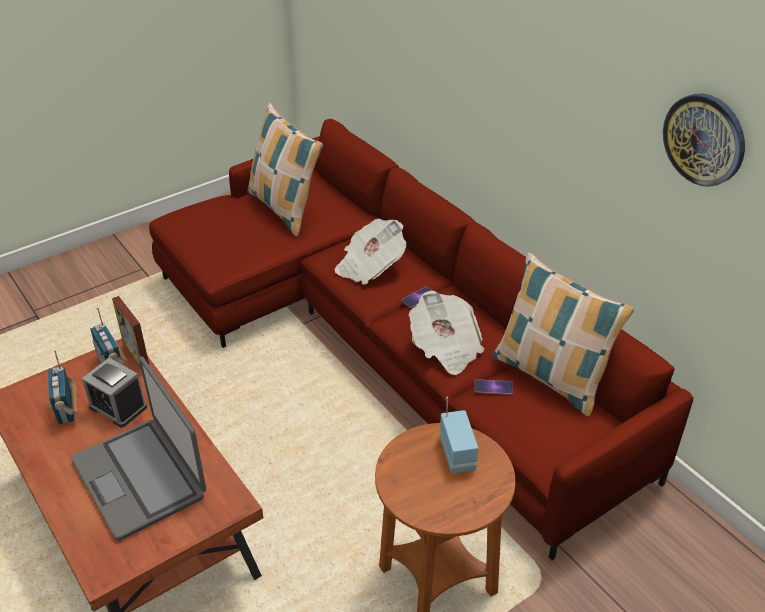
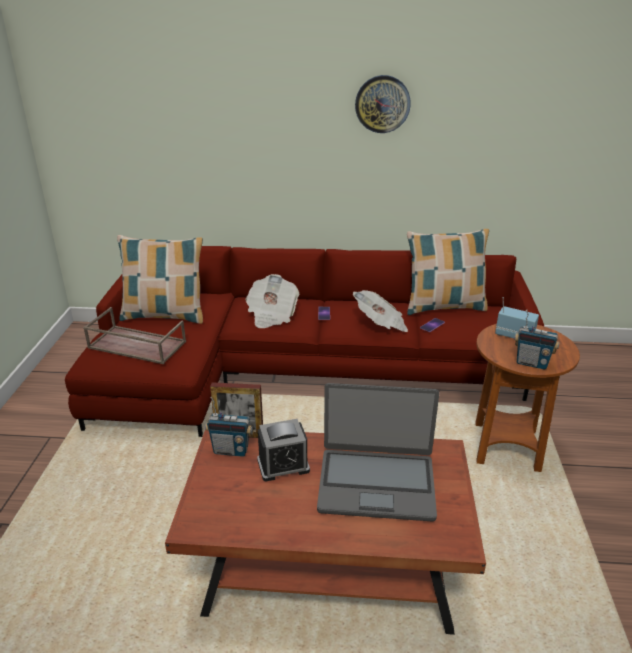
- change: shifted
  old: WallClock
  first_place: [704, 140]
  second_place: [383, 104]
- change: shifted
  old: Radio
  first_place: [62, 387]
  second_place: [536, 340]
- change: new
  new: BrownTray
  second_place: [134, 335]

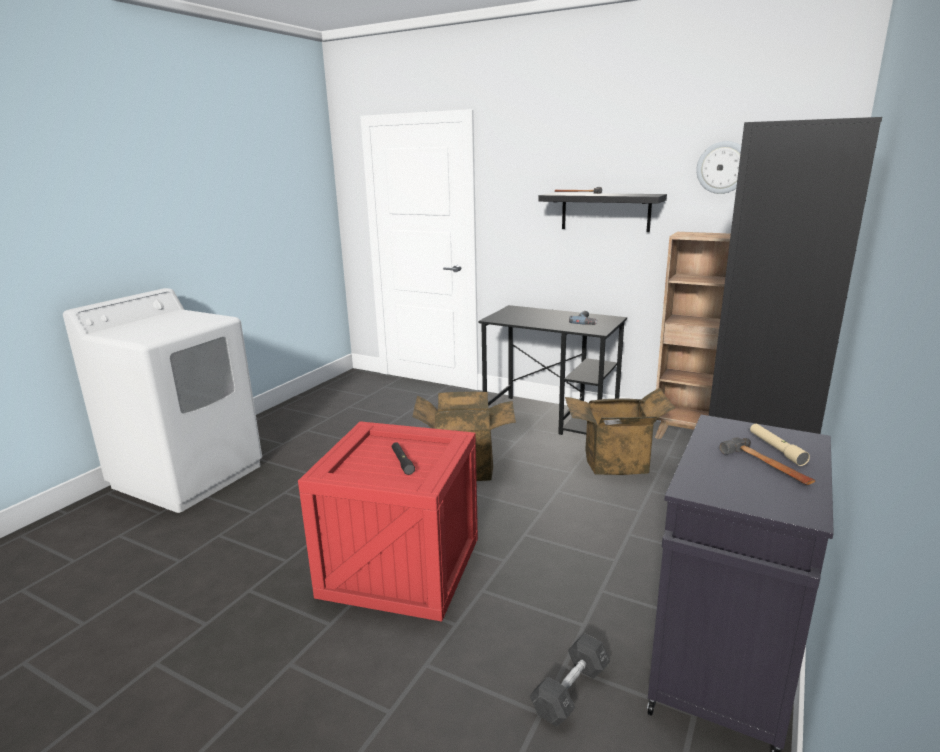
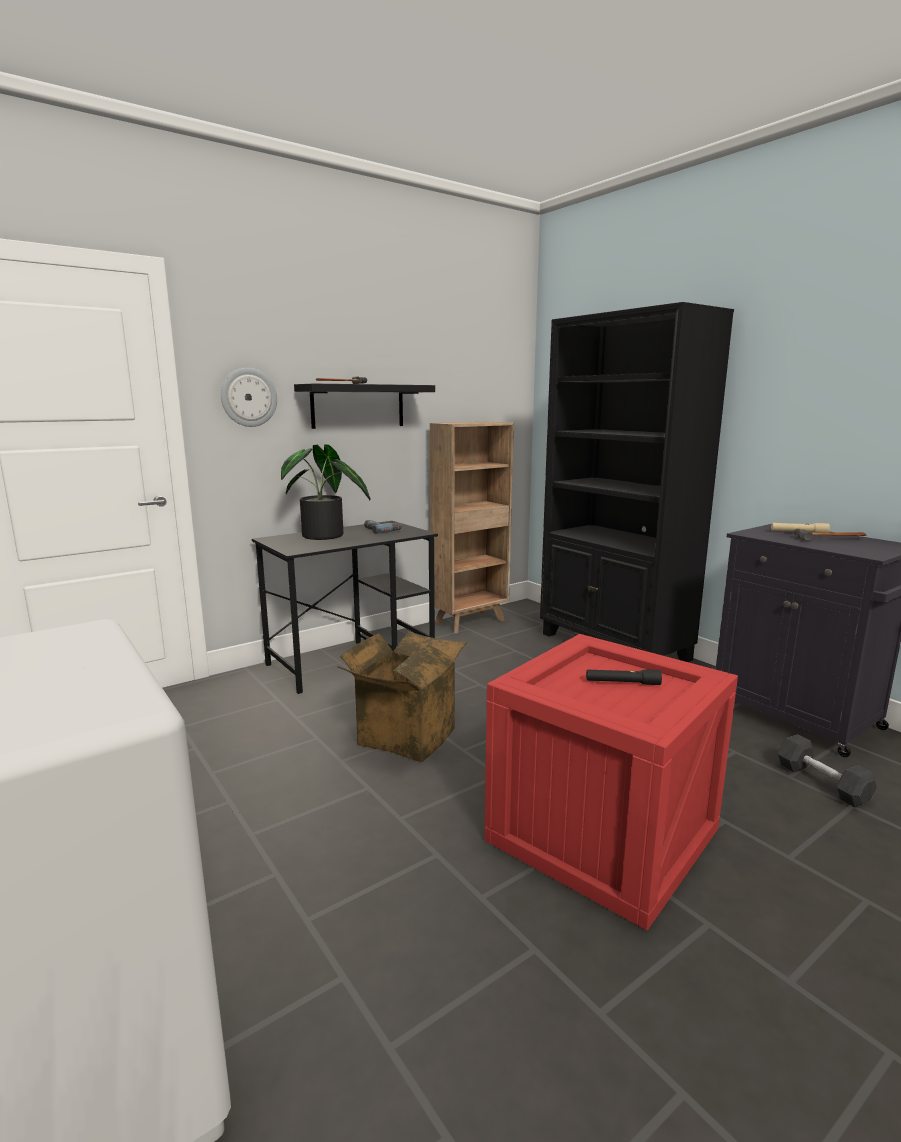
- change: shifted
  old: WallClock
  first_place: [718, 167]
  second_place: [249, 397]
- change: gone
  old: CardboardBox
  first_place: [620, 431]
- change: new
  new: PottedPlant
  second_place: [325, 492]

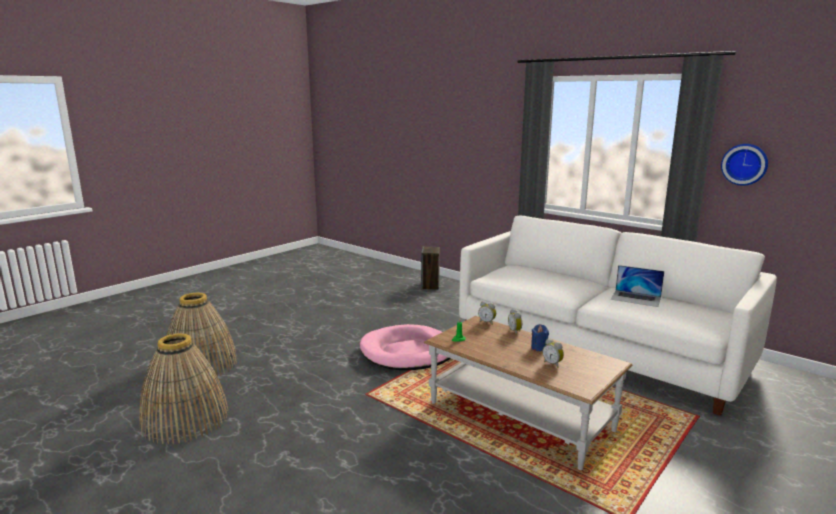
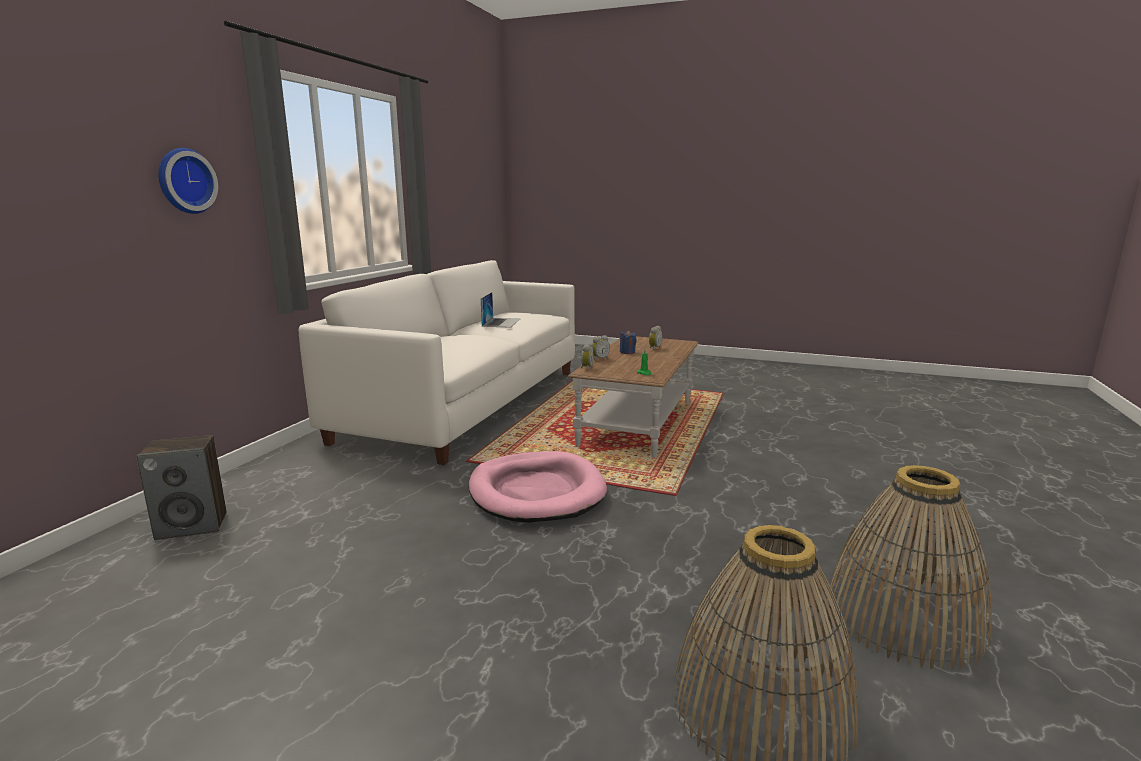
- change: shifted
  old: WallClock
  first_place: [744, 165]
  second_place: [188, 181]

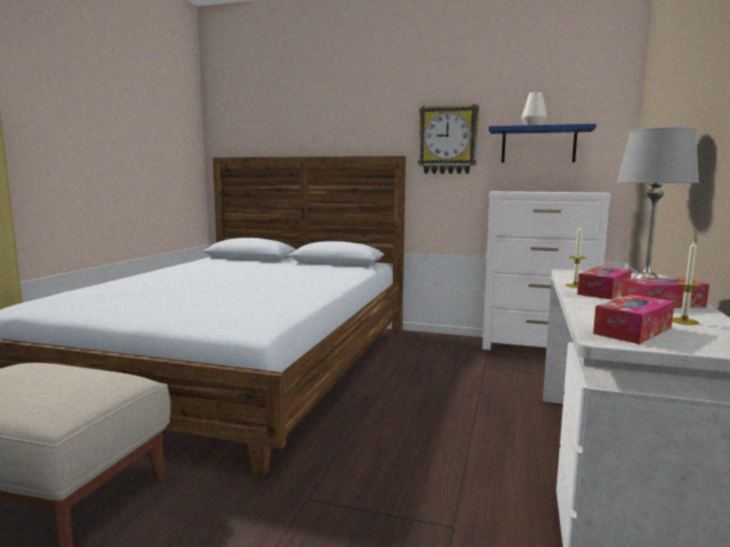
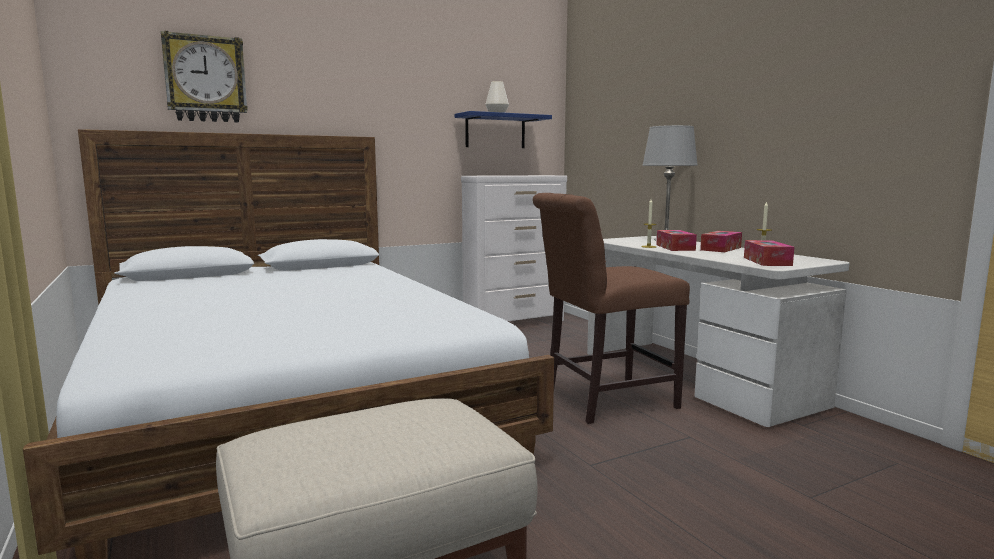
- change: shifted
  old: WallClock
  first_place: [448, 139]
  second_place: [204, 77]
- change: new
  new: BrownChair
  second_place: [611, 308]

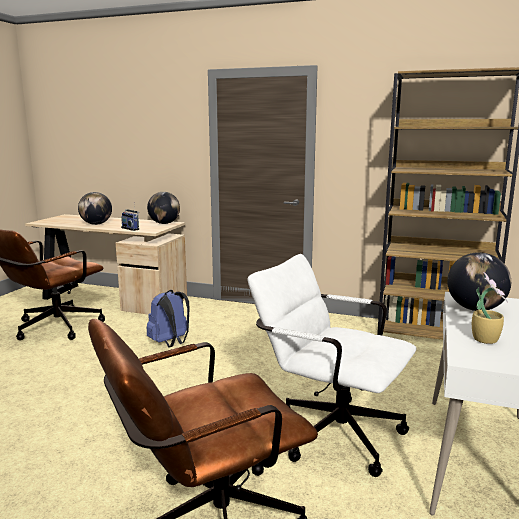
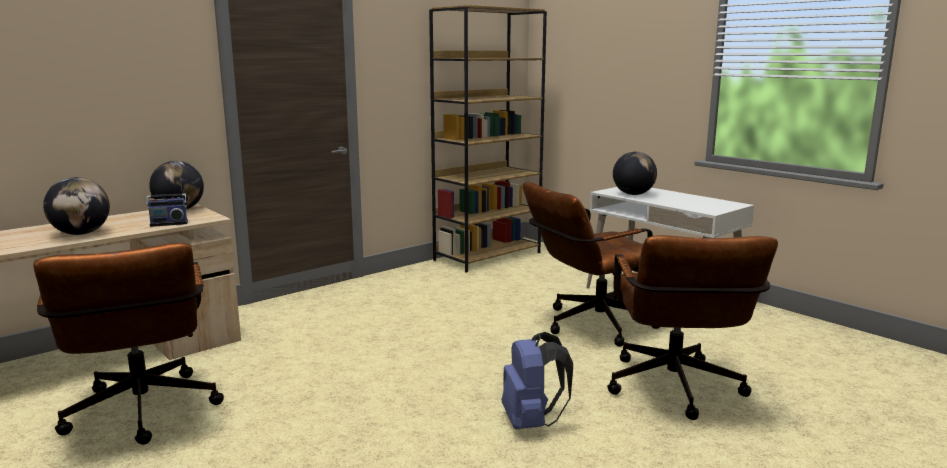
- change: repainted
  old: WhiteOfficeChair
  new: BrownOfficeChair
  first_place: [332, 365]
  second_place: [591, 264]
- change: gone
  old: PottedPlant
  first_place: [490, 308]
- change: shifted
  old: BlueBackpack
  first_place: [168, 319]
  second_place: [537, 380]

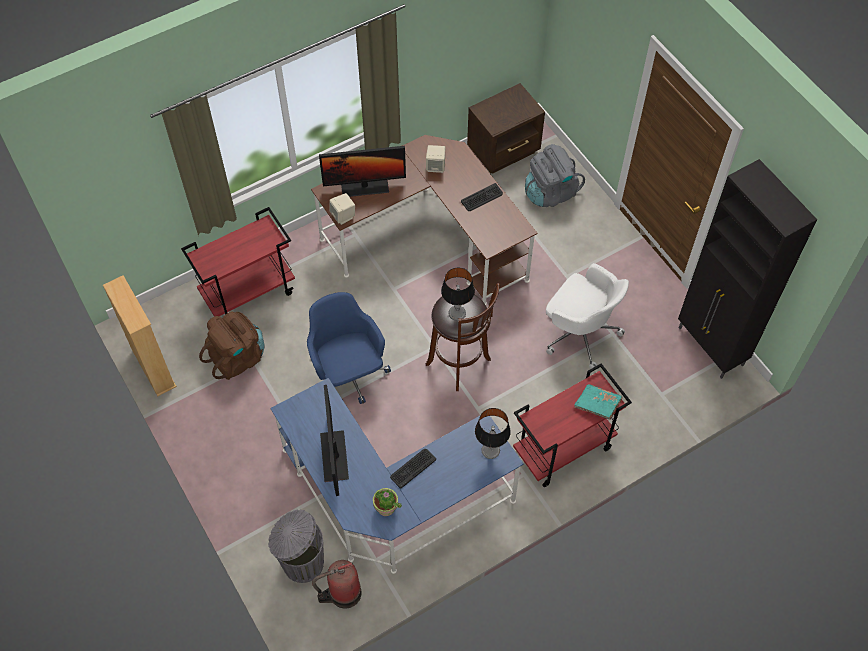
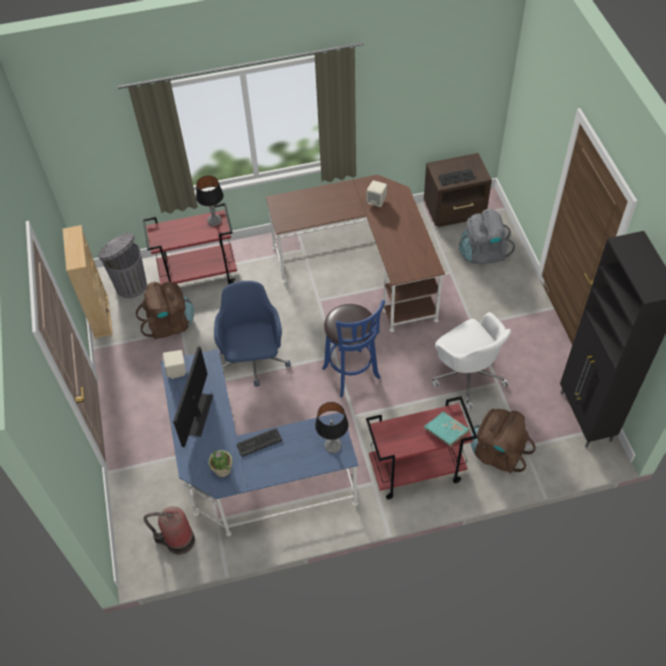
- change: gone
  old: Monitor
  first_place: [362, 171]
- change: shifted
  old: Keyboard
  first_place: [482, 197]
  second_place: [456, 177]
- change: shifted
  old: BeigeSpeaker
  first_place: [342, 209]
  second_place: [174, 364]
- change: shifted
  old: TableLamp
  first_place: [458, 294]
  second_place: [210, 200]
- change: repainted
  old: BrownStool
  new: BlueStool
  first_place: [463, 337]
  second_place: [353, 348]
- change: shifted
  old: GreyTrashCan
  first_place: [296, 546]
  second_place: [122, 265]
- change: new
  new: BrownBackpack
  second_place: [503, 441]

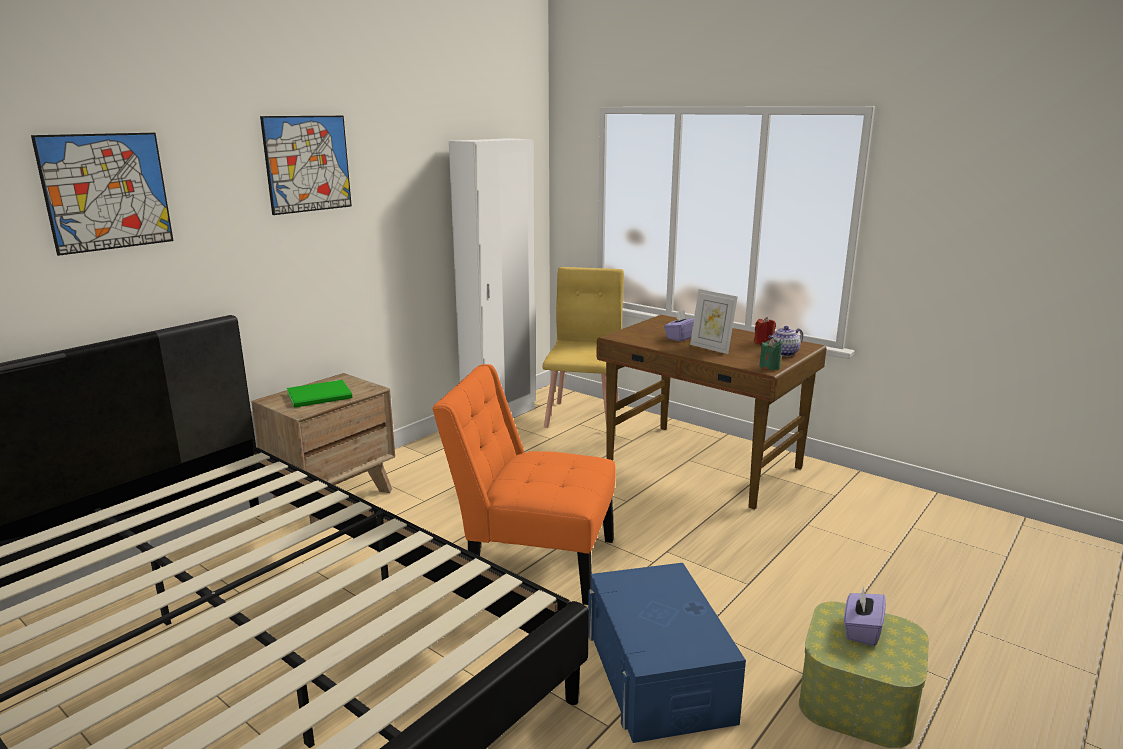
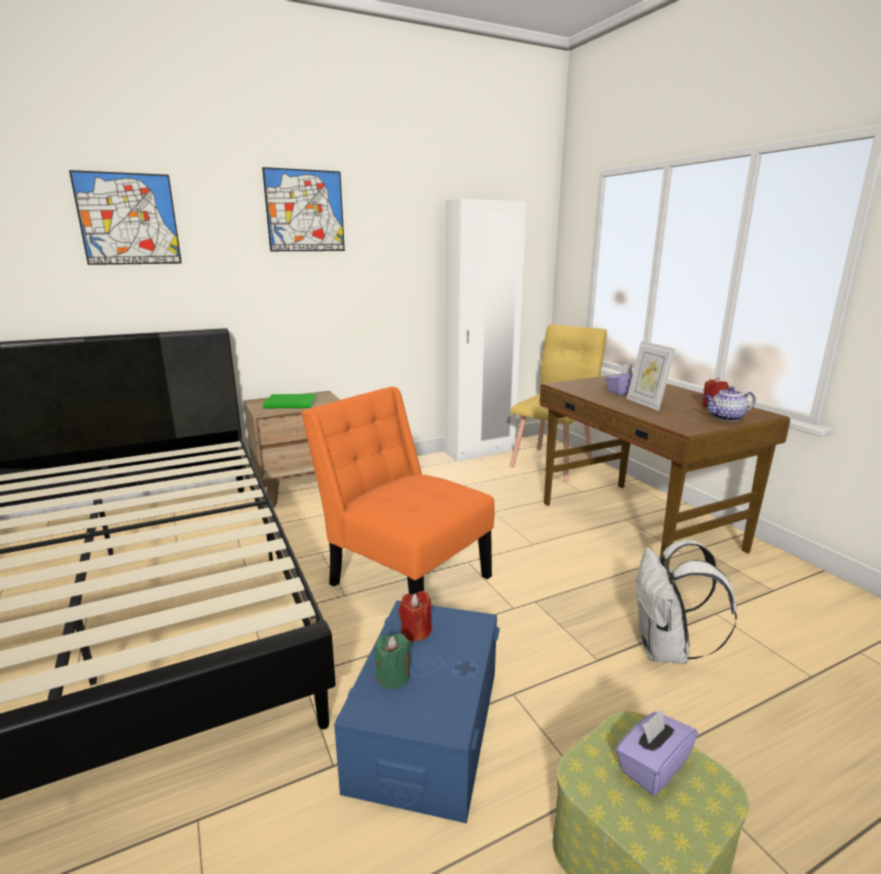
- change: shifted
  old: GreenCandle
  first_place: [770, 354]
  second_place: [392, 661]
- change: new
  new: WhiteBackpack
  second_place: [686, 602]
- change: new
  new: RedCandle
  second_place: [415, 616]

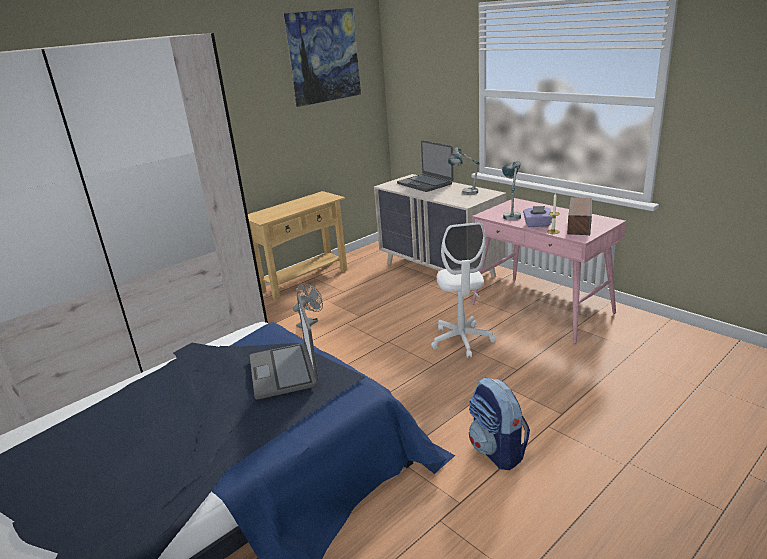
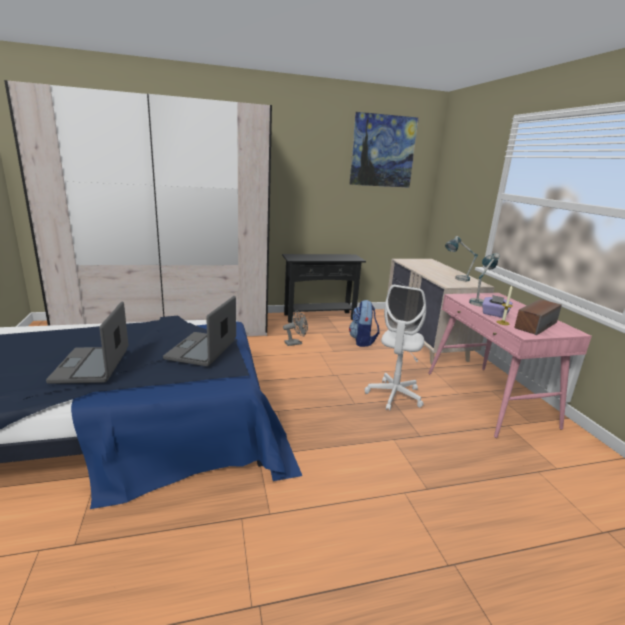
- change: shifted
  old: Laptop
  first_place: [425, 166]
  second_place: [87, 342]
- change: repainted
  old: BeigeConsoleTable
  new: BlackConsoleTable
  first_place: [297, 246]
  second_place: [324, 288]
- change: shifted
  old: Backpack
  first_place: [499, 423]
  second_place: [364, 323]

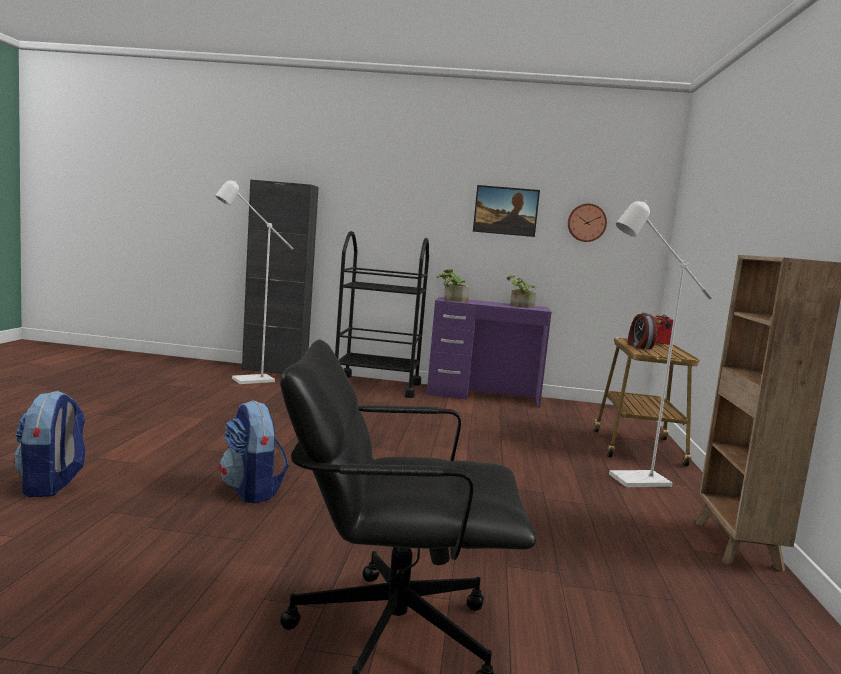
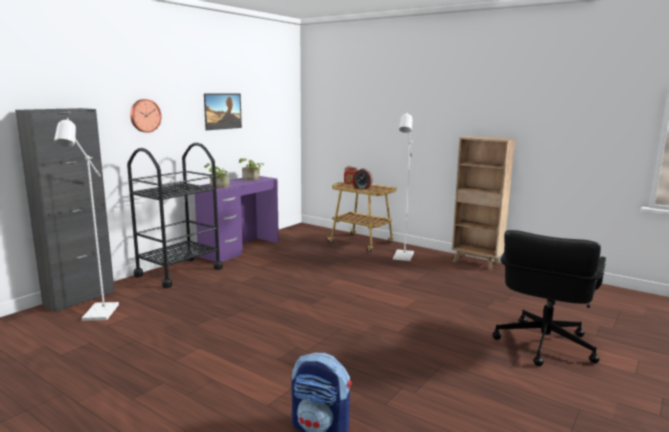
- change: shifted
  old: WallClock
  first_place: [587, 222]
  second_place: [145, 116]
- change: gone
  old: Backpack
  first_place: [254, 451]

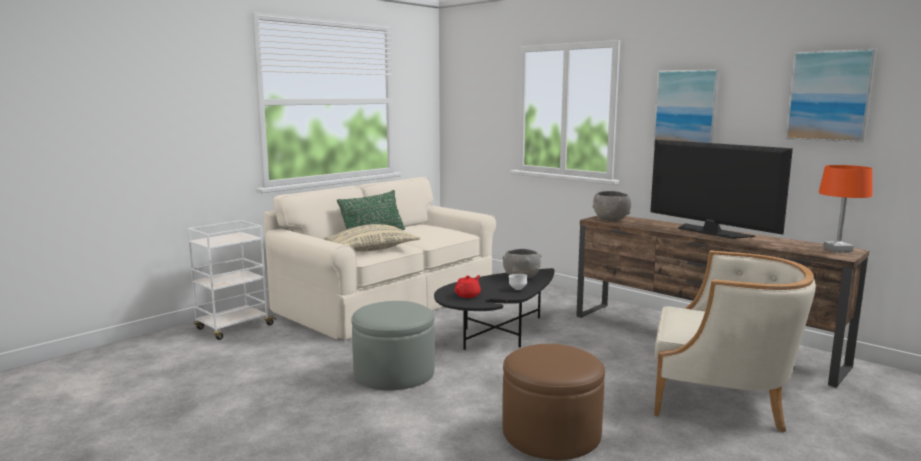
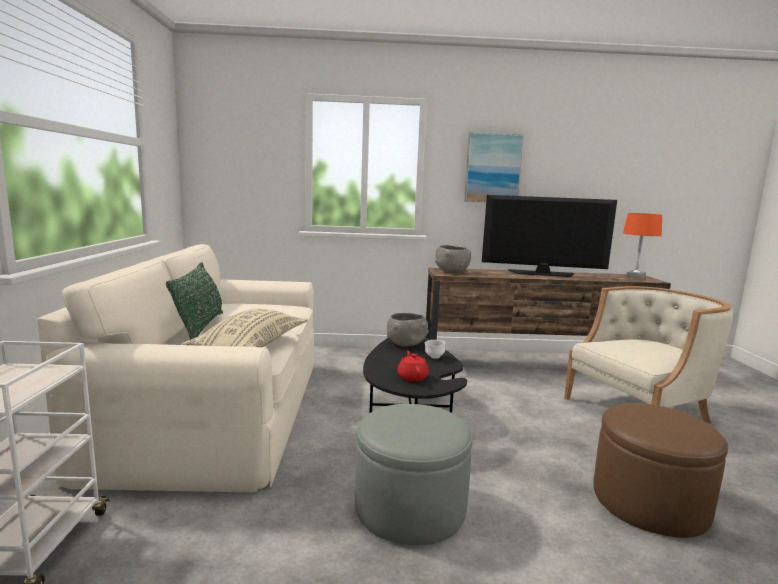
- change: gone
  old: Picture
  first_place: [830, 95]

